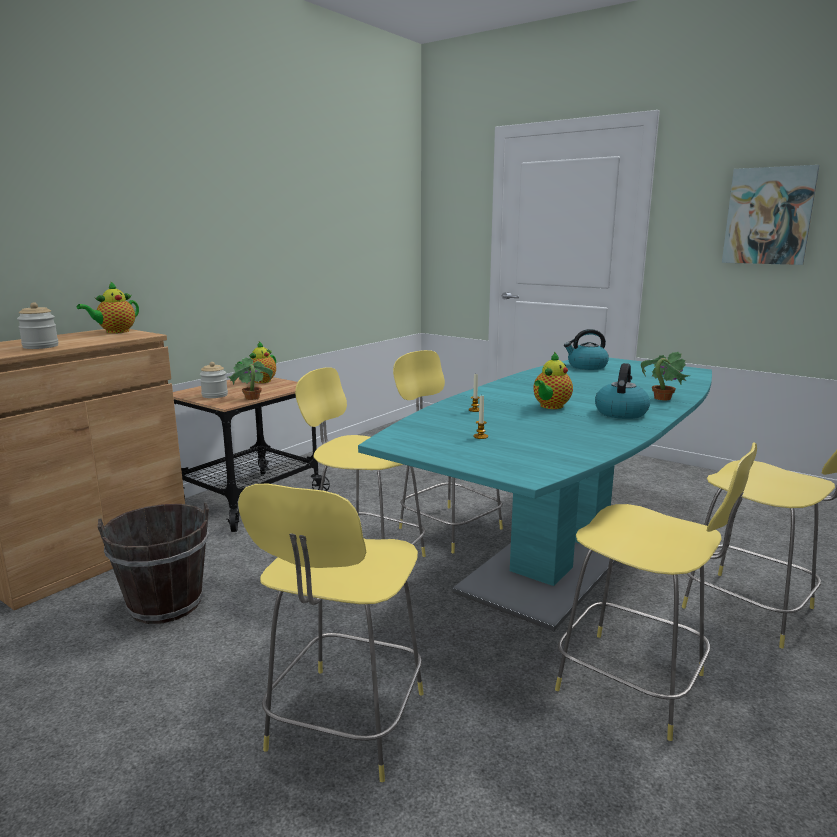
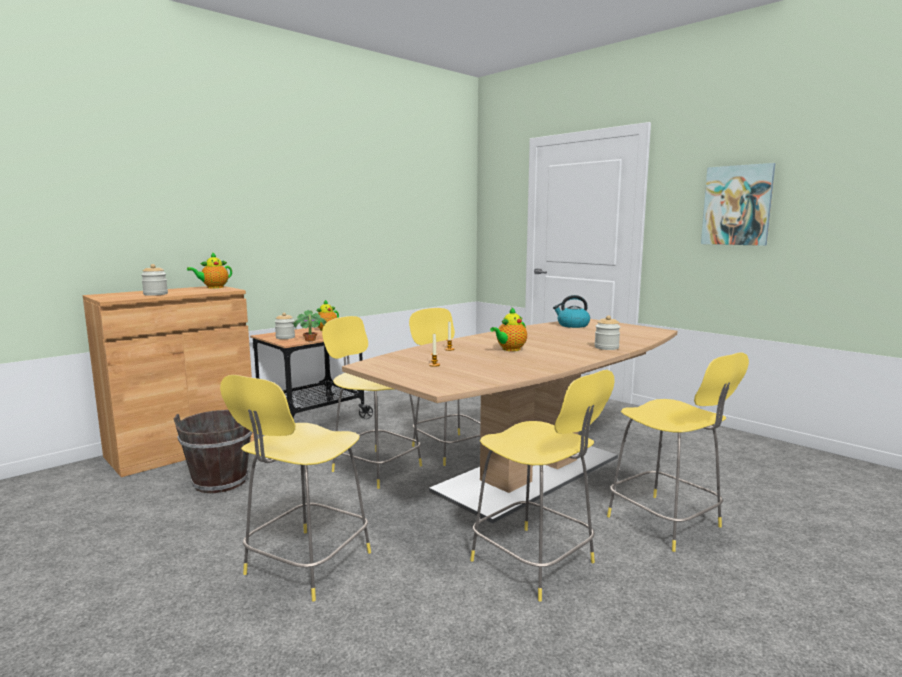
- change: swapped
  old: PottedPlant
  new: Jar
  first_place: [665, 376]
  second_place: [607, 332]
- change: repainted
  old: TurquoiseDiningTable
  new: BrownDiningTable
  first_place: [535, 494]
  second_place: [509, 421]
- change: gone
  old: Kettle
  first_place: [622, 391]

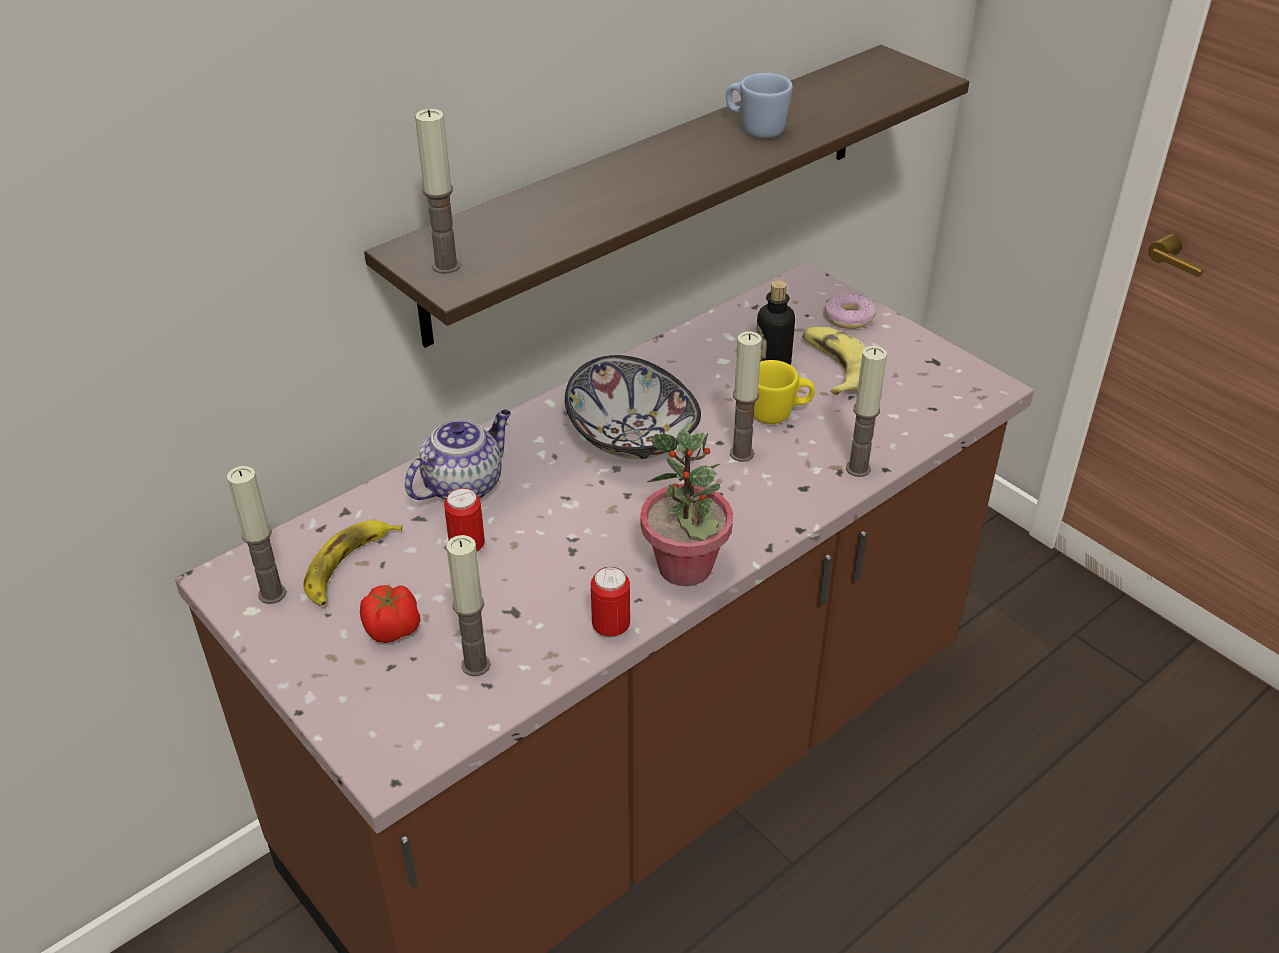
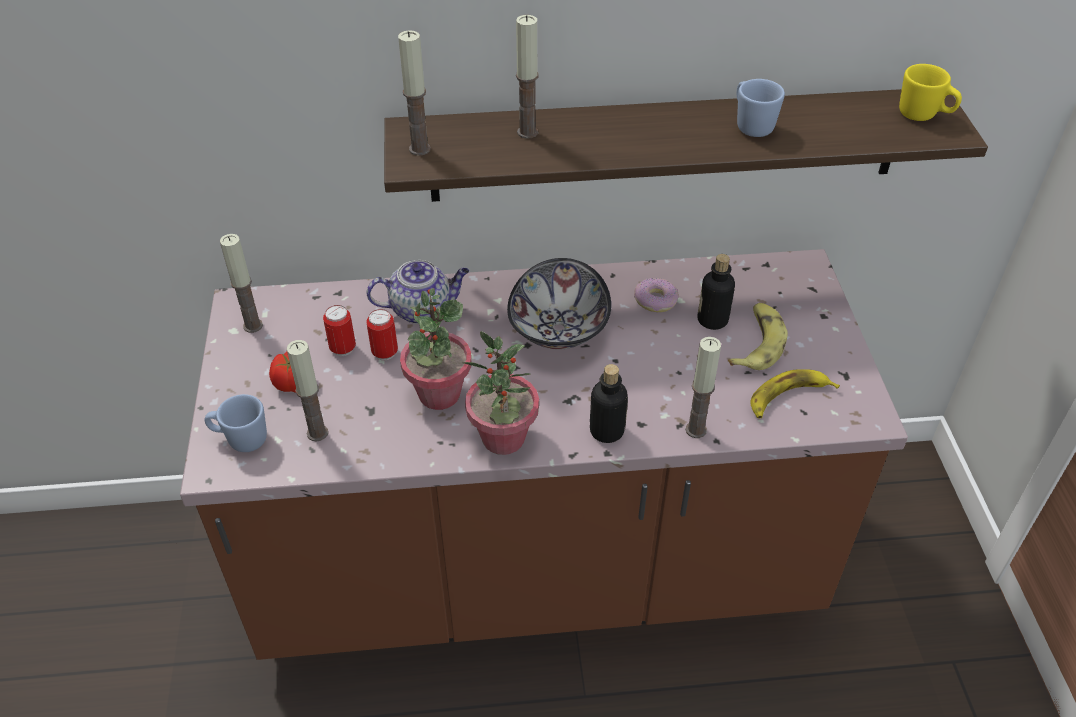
- change: shifted
  old: Donut
  first_place: [850, 311]
  second_place: [656, 295]
- change: shifted
  old: Candle
  first_place: [746, 396]
  second_place: [527, 77]
- change: shifted
  old: YellowMug
  first_place: [784, 392]
  second_place: [930, 92]
- change: shifted
  old: Banana
  first_place: [352, 563]
  second_place: [795, 393]
- change: shifted
  old: Can
  first_place: [610, 603]
  second_place: [339, 330]
- change: new
  new: PottedPlant
  second_place: [436, 349]
- change: new
  new: Bottle
  second_place: [609, 403]
- change: new
  new: BlueMug
  second_place: [236, 423]

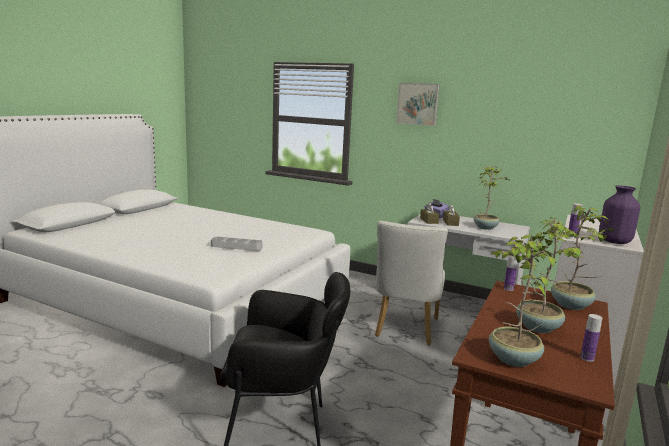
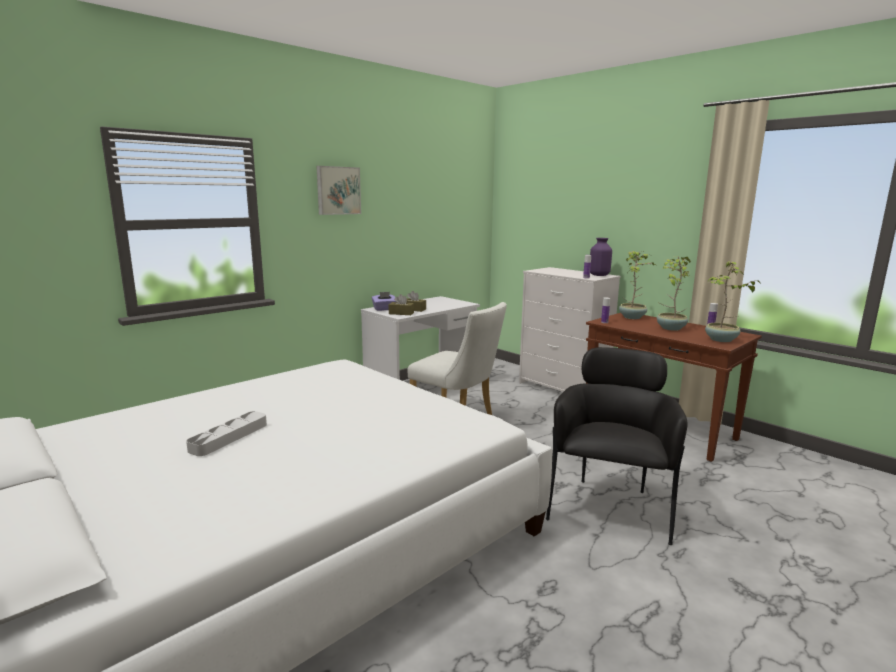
- change: gone
  old: PottedPlant
  first_place: [491, 198]
- change: shifted
  old: GreyTray
  first_place: [237, 244]
  second_place: [226, 433]

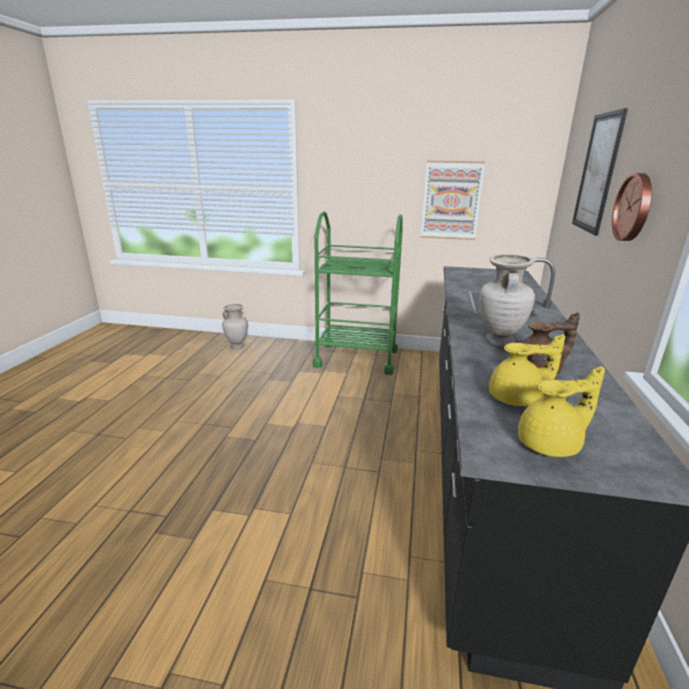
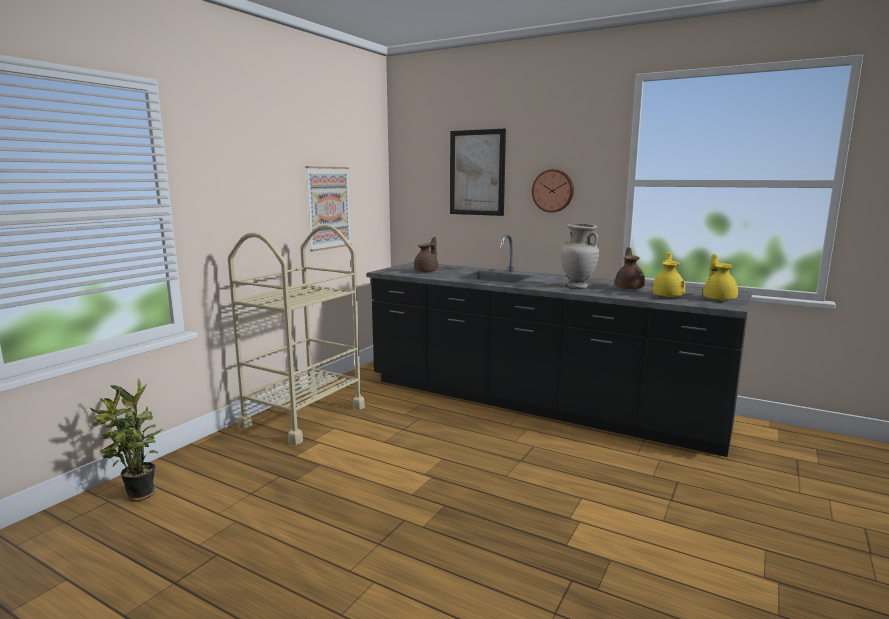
- change: repainted
  old: GreenCart
  new: BeigeCart
  first_place: [358, 293]
  second_place: [296, 335]
- change: swapped
  old: BeigeVase
  new: PottedPlant
  first_place: [235, 326]
  second_place: [126, 440]
- change: new
  new: BrownTeapot
  second_place: [426, 254]

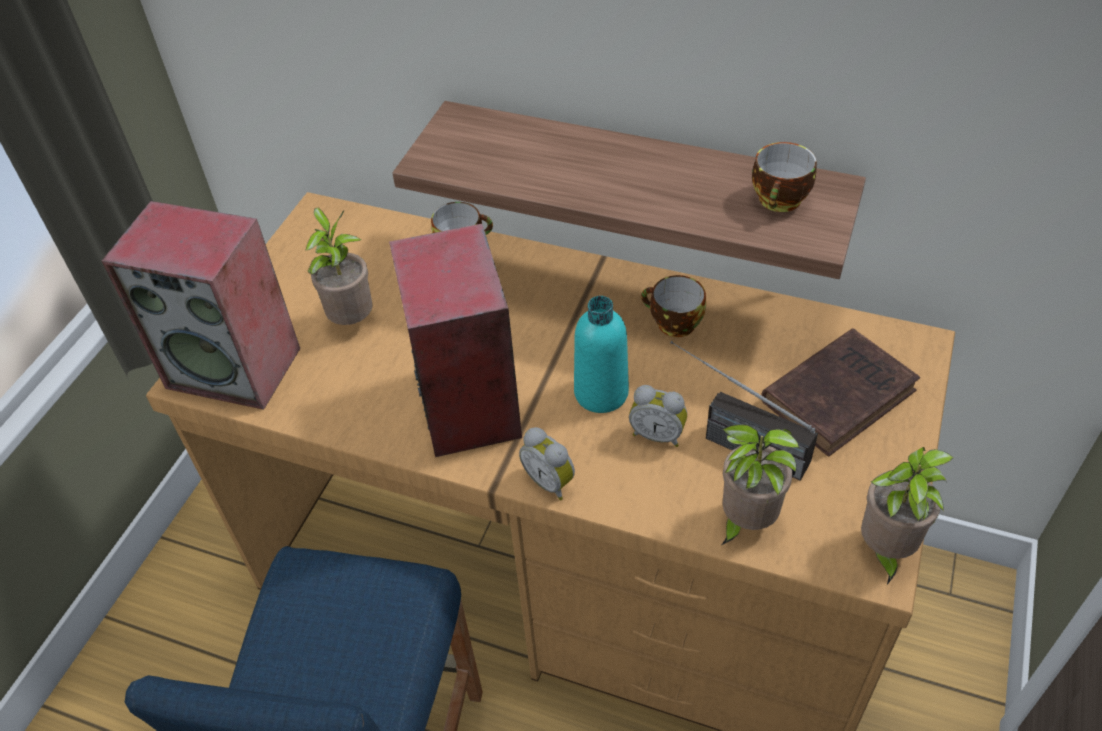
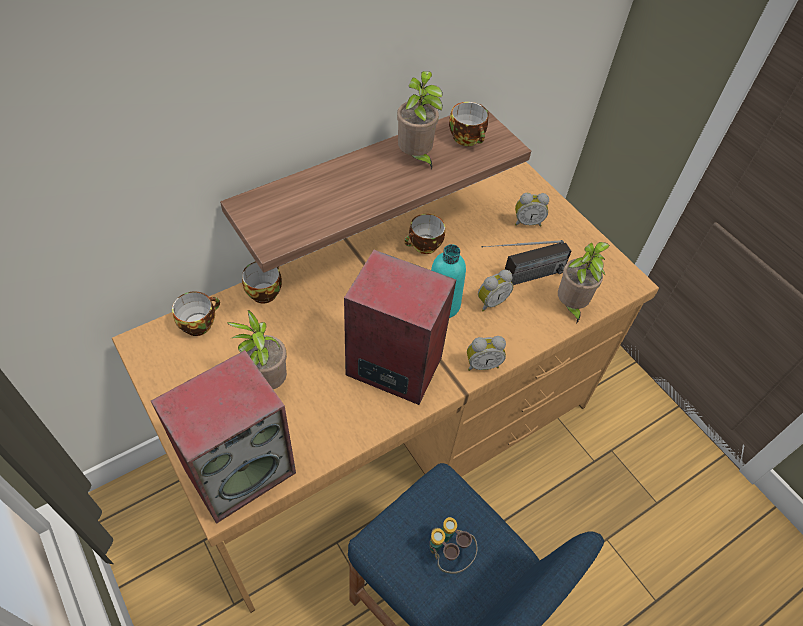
- change: swapped
  old: BrownBook
  new: AlarmClock
  first_place: [840, 392]
  second_place: [532, 210]
- change: shifted
  old: PottedPlant
  first_place: [907, 516]
  second_place: [420, 120]
- change: new
  new: Cup
  second_place: [196, 313]
- change: new
  new: Binoculars
  second_place: [453, 545]

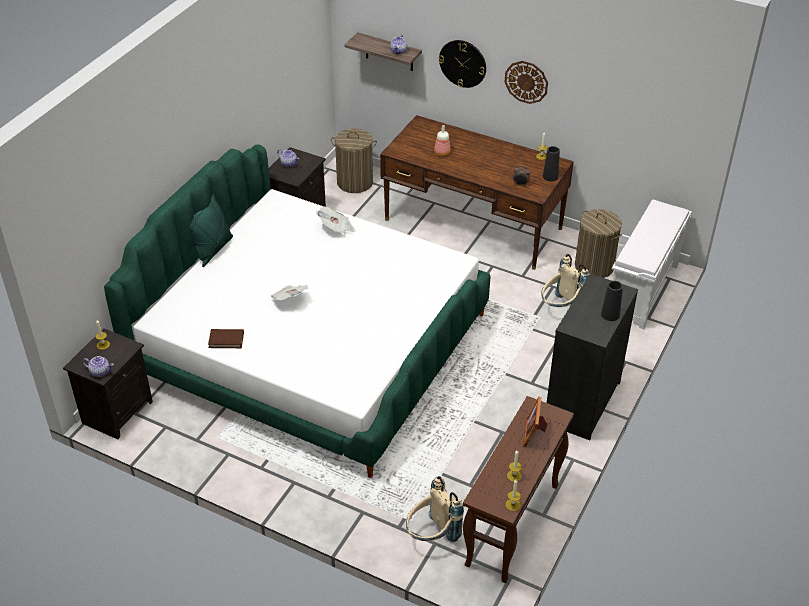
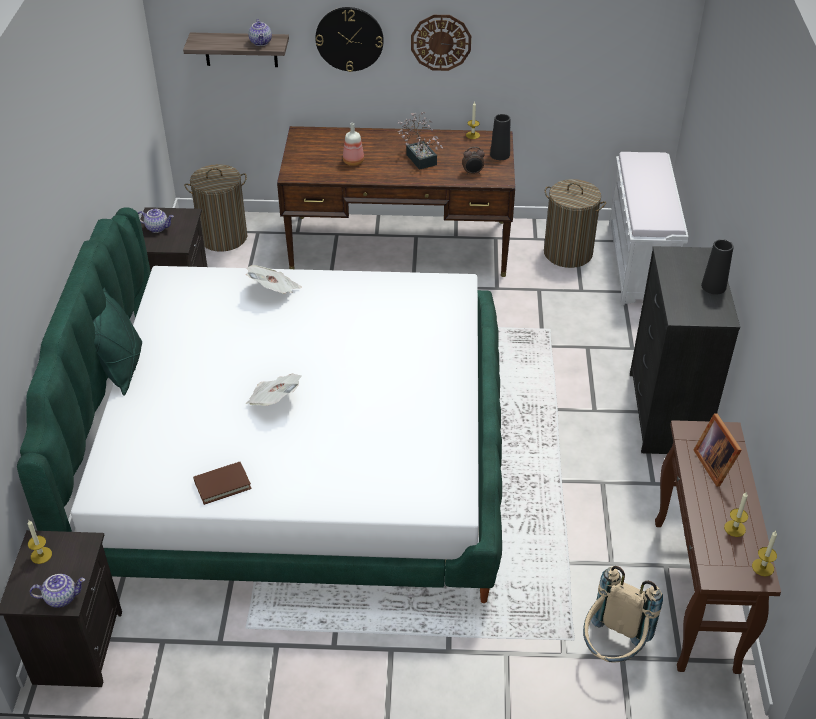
- change: gone
  old: BeigeBackpack
  first_place: [565, 280]
- change: new
  new: PottedPlant
  second_place: [420, 141]

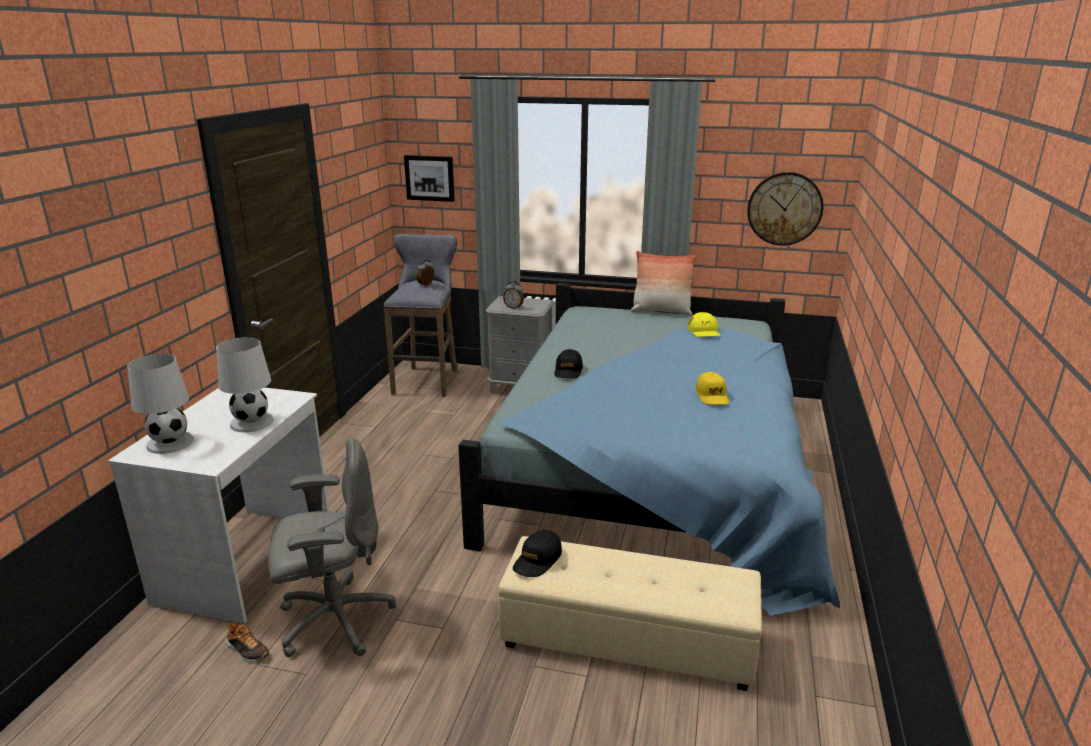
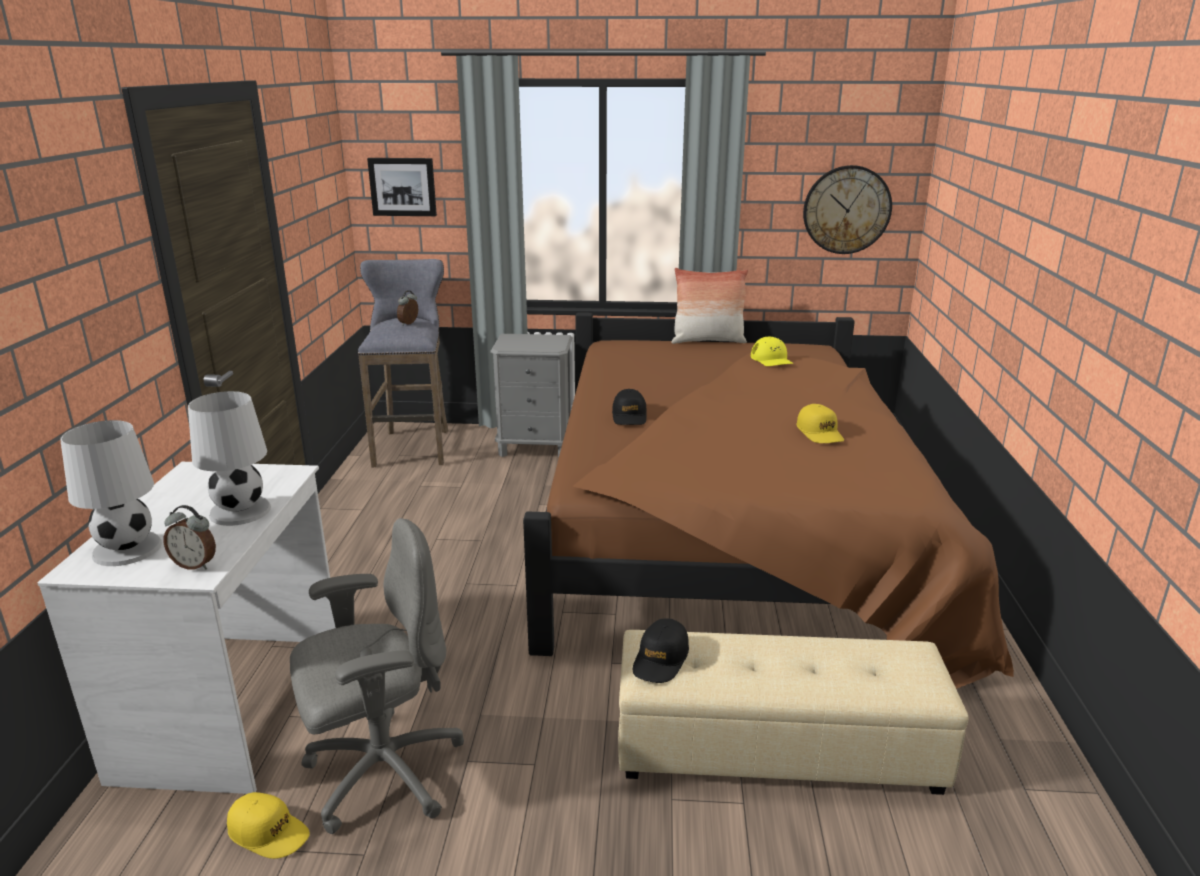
- change: shifted
  old: AlarmClock
  first_place: [513, 295]
  second_place: [190, 537]
- change: repainted
  old: BlueBed
  new: BrownBed
  first_place: [649, 449]
  second_place: [768, 500]
- change: swapped
  old: Shoe
  new: YellowCap
  first_place: [248, 642]
  second_place: [268, 825]

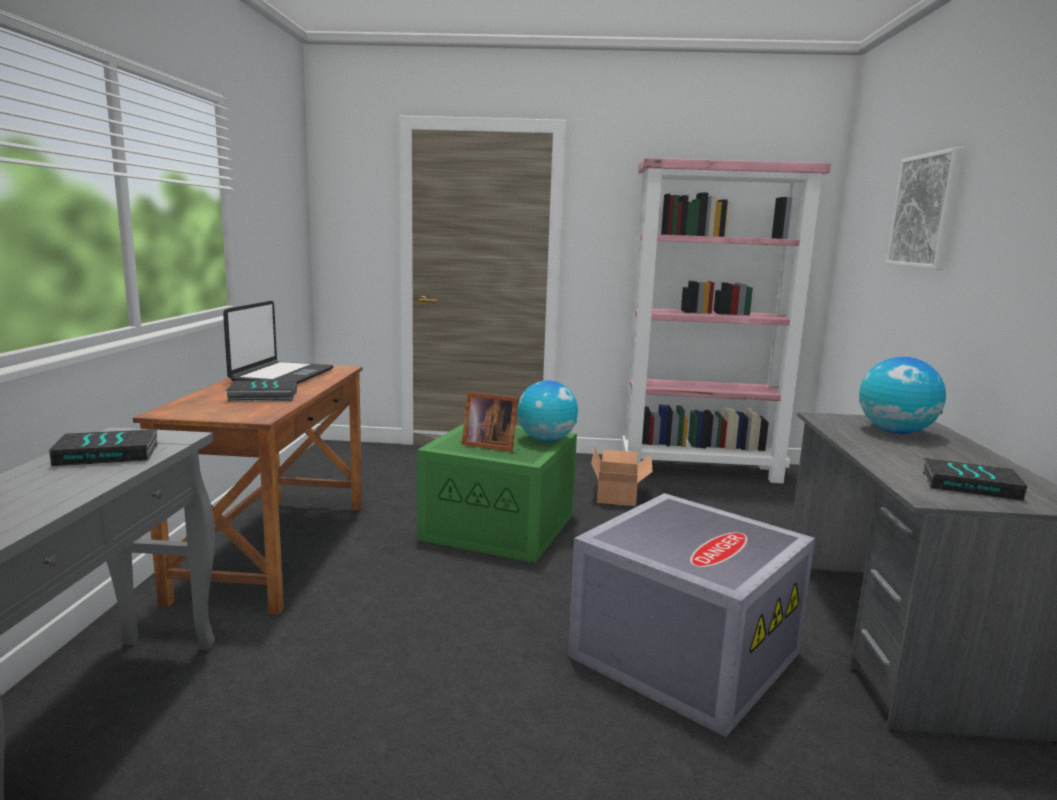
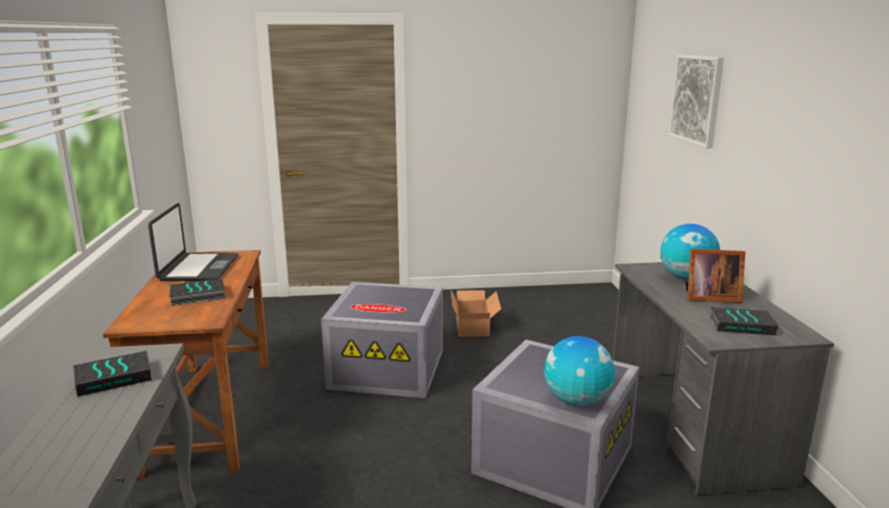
- change: gone
  old: PinkBookcase
  first_place: [726, 320]
- change: shifted
  old: Globe
  first_place: [547, 411]
  second_place: [579, 371]
- change: shifted
  old: PictureFrame
  first_place: [490, 422]
  second_place: [715, 276]
- change: repainted
  old: GreenStorageBox
  new: GreyStorageBox
  first_place: [497, 493]
  second_place: [382, 340]

